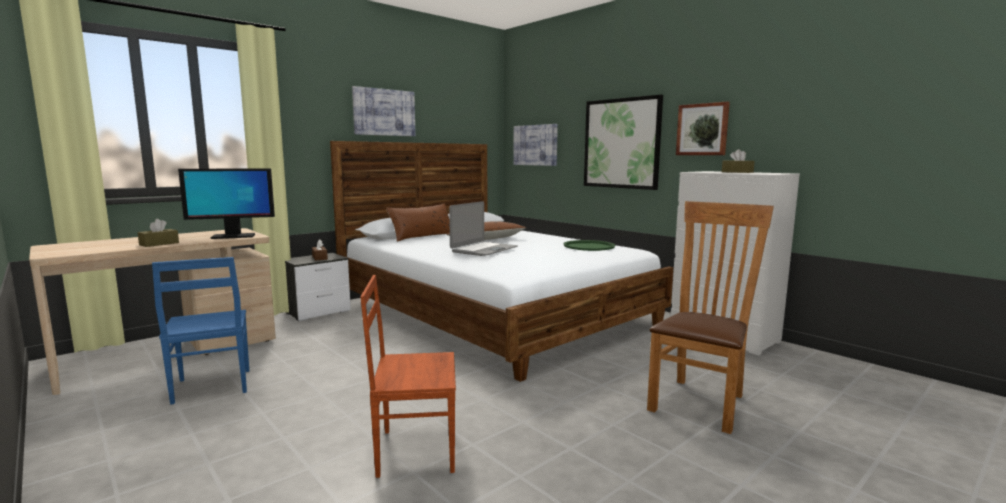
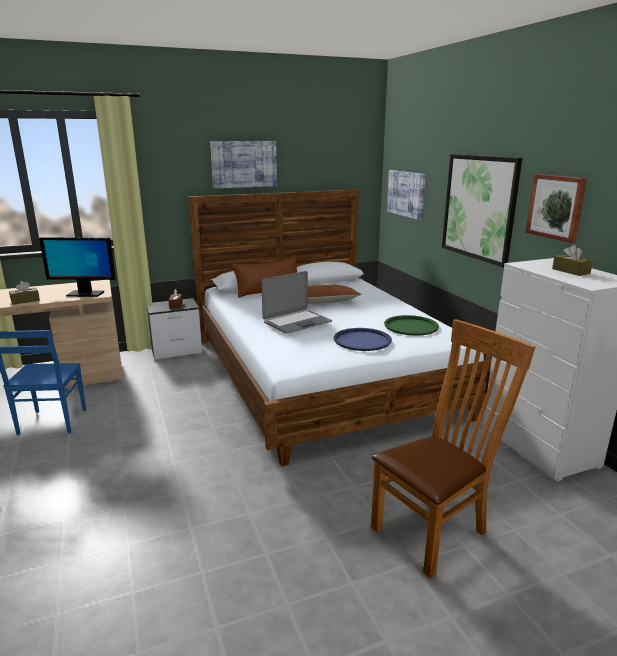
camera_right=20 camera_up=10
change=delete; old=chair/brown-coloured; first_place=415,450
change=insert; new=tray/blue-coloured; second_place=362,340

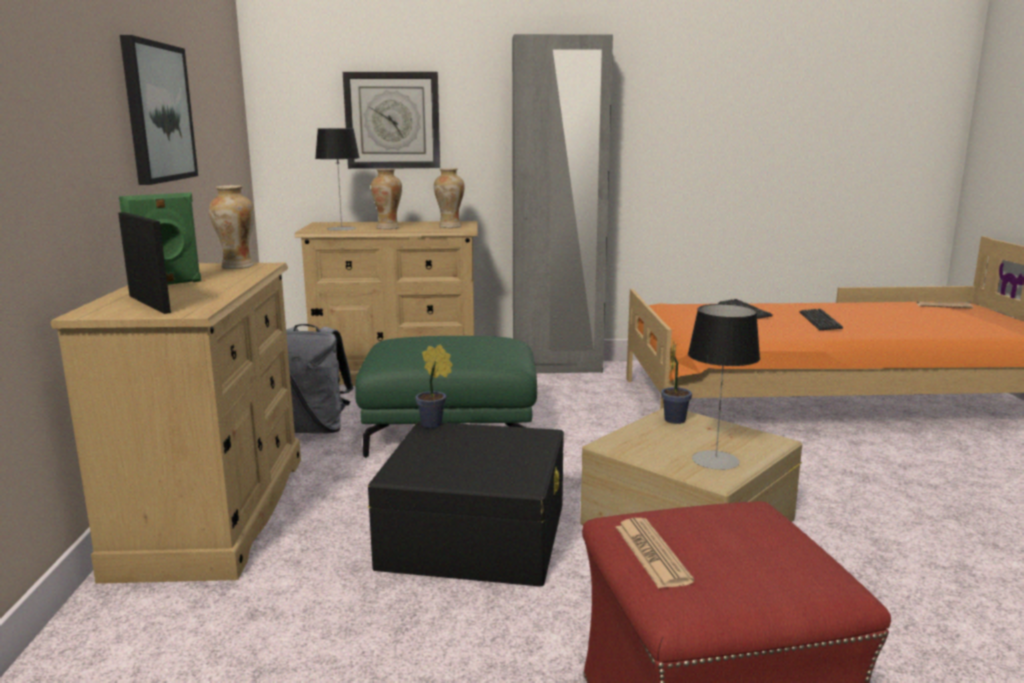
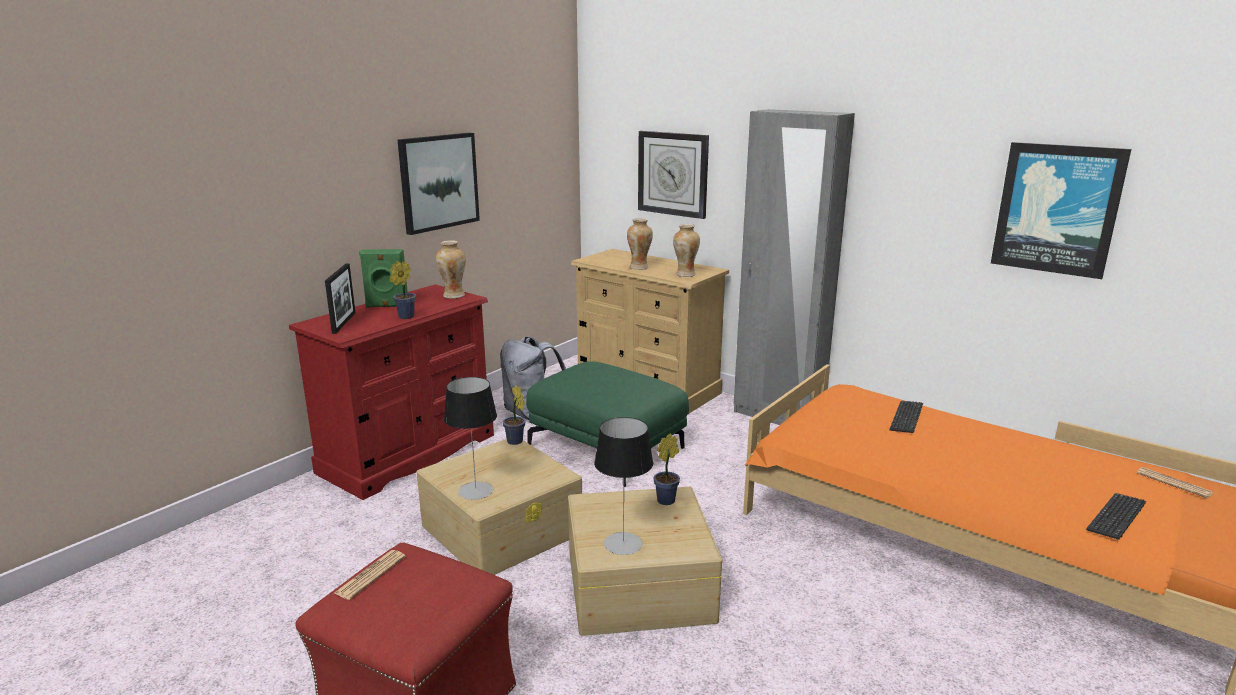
camera_right=40 camera_up=5
change=recolor; old=drawer chest/sand-coloured; new=drawer chest/red; first_place=215,512; second_place=408,453
change=move; old=tabletop lamp; first_place=341,229; second_place=475,491
change=recolor; old=storage box/blackish; new=storage box/sand-coloured; first_place=475,533; second_place=503,528
change=move; old=keyboard; first_place=820,321; second_place=1116,517
change=insert; new=potted plant; second_place=404,317
change=insert; new=wall art; second_place=1057,209

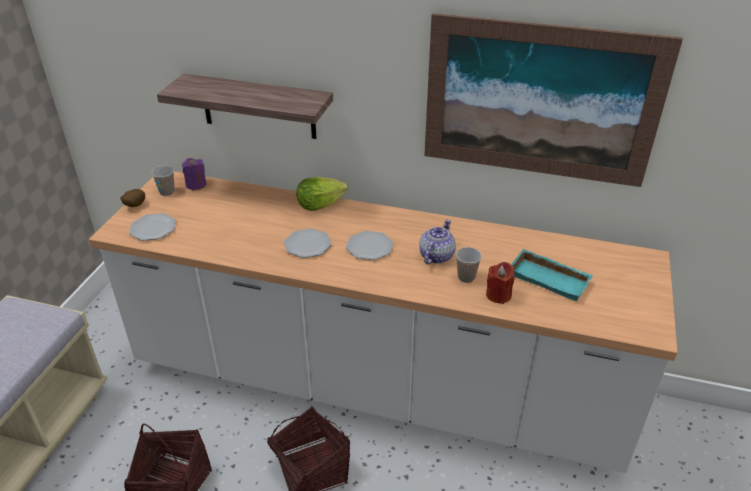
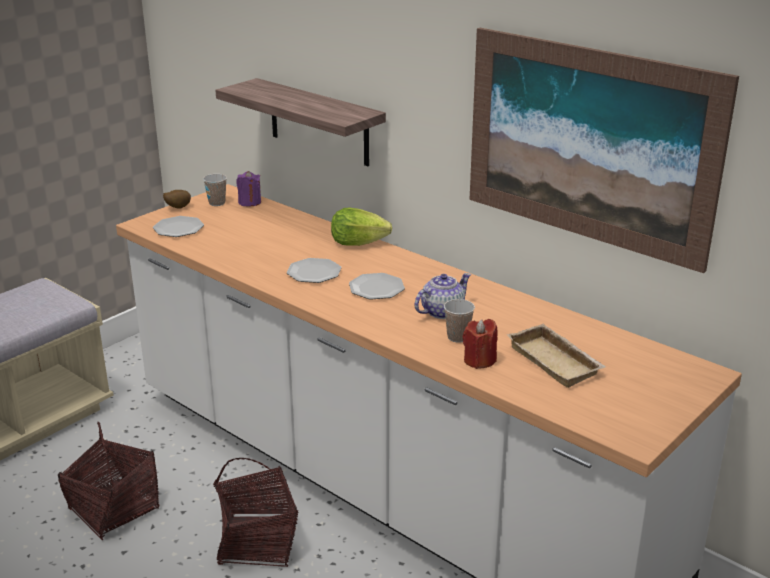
camera_right=25 camera_up=-10
change=recolor; old=tray/blue-green; new=tray/sand-coloured; first_place=550,278; second_place=557,361

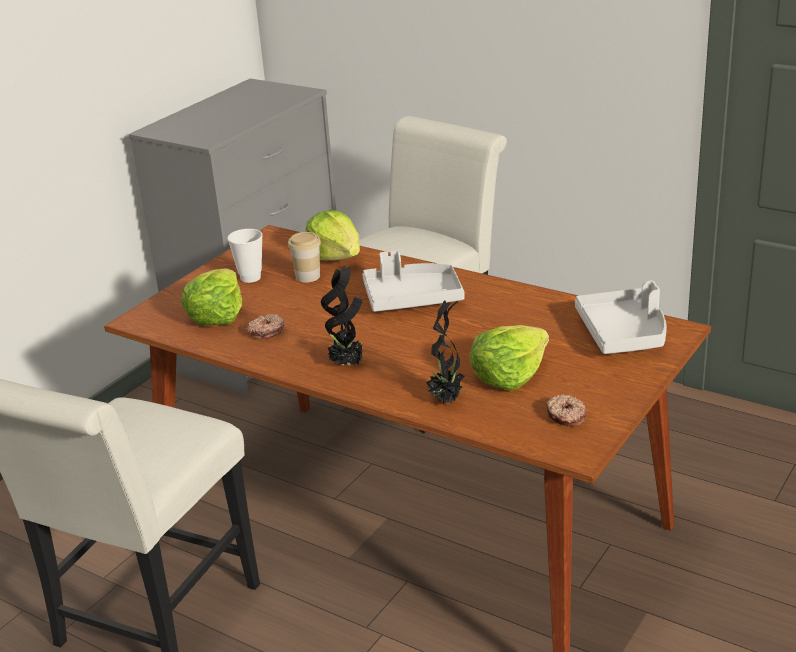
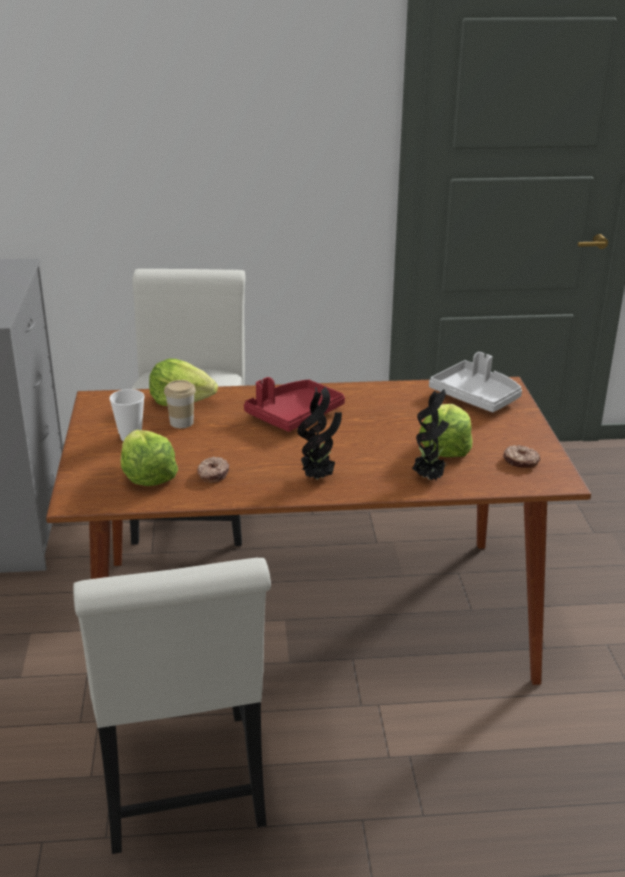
camera_right=-40 camera_up=0
change=recolor; old=tray/gray; new=tray/red; first_place=412,298; second_place=294,415

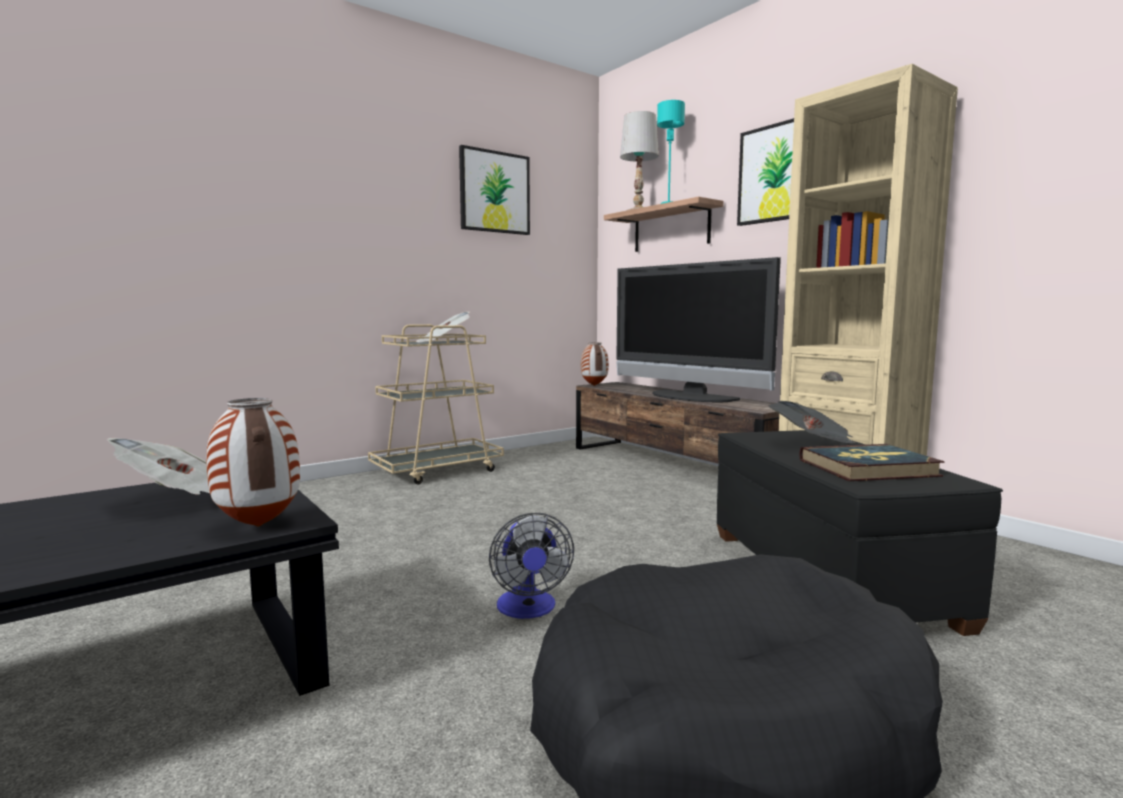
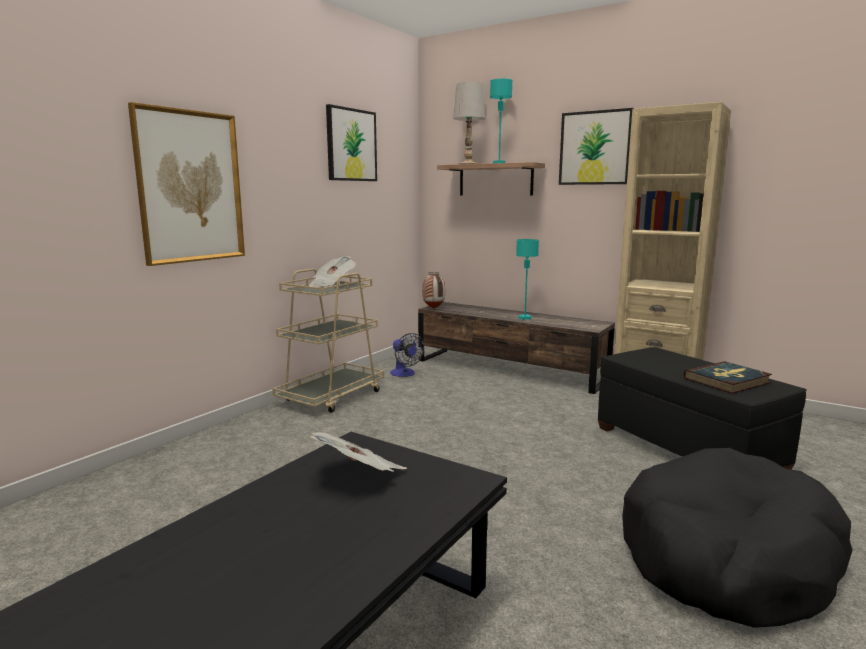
camera_right=-20 camera_up=5
change=delete; old=decorative vase; first_place=257,526
change=move; old=electric fan; first_place=528,609; second_place=405,374
change=replace; old=television; new=tabletop lamp/blue-green; first_place=689,397; second_place=525,318
change=delete; old=printed paper; first_place=813,445
change=insert; new=wall art; second_place=190,187

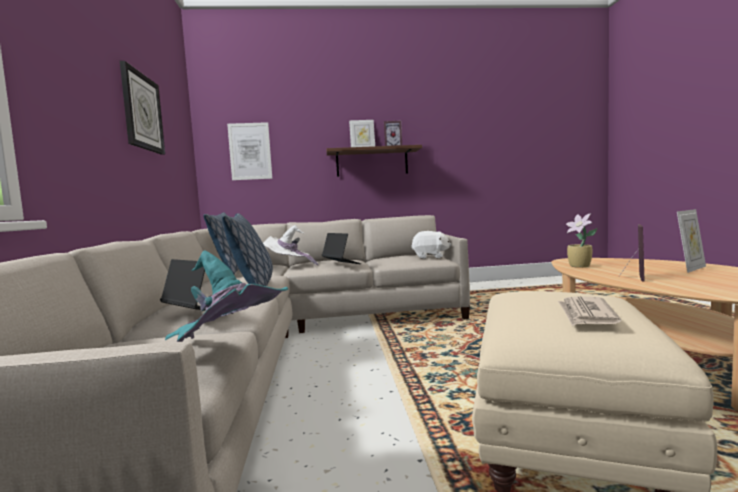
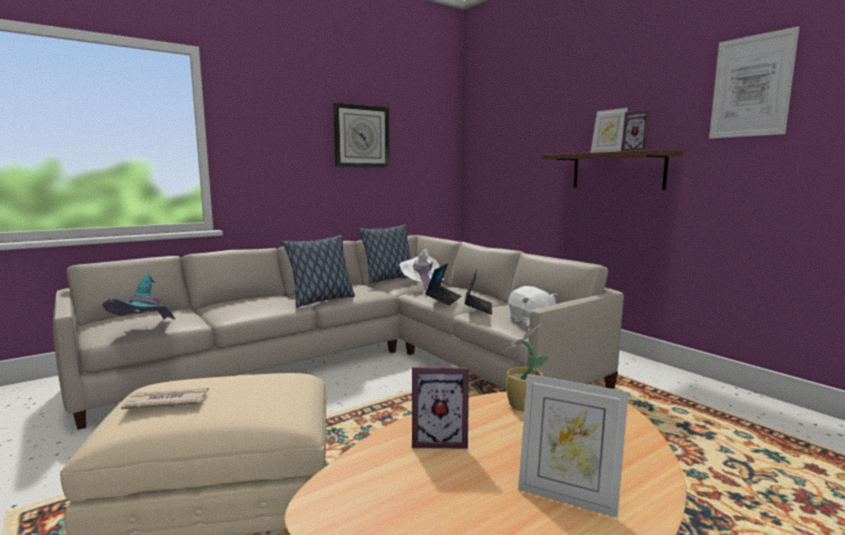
camera_right=60 camera_up=5
change=move; old=notebook computer; first_place=197,314; second_place=478,308
change=move; old=wall art; first_place=250,151; second_place=751,86

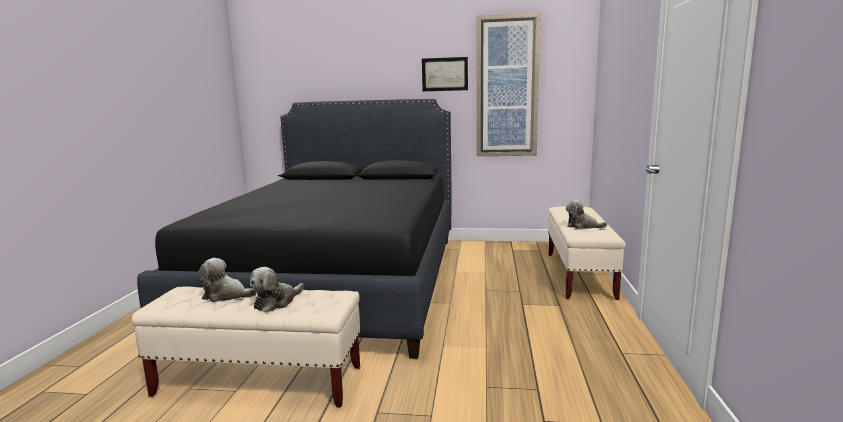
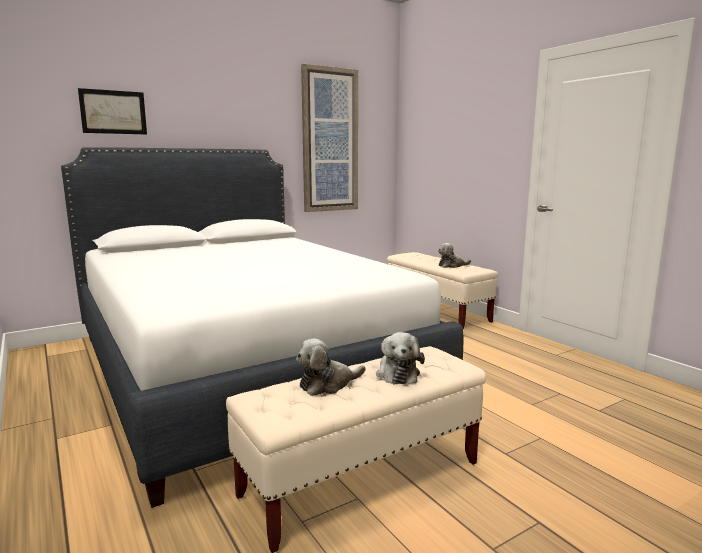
camera_right=-40 camera_up=0
change=recolor; old=bedroom bed/blackish; new=bedroom bed/white; first_place=339,281; second_place=243,366
change=move; old=wall art; first_place=444,74; second_place=113,112

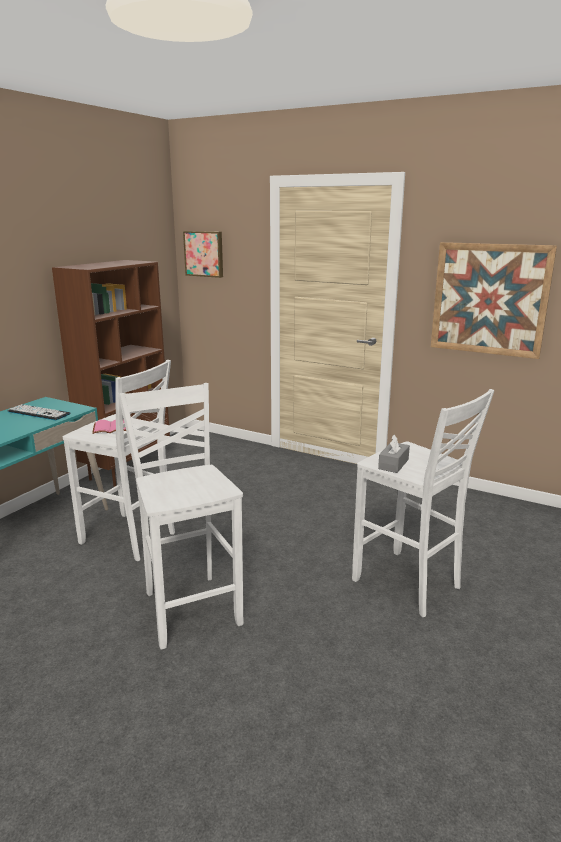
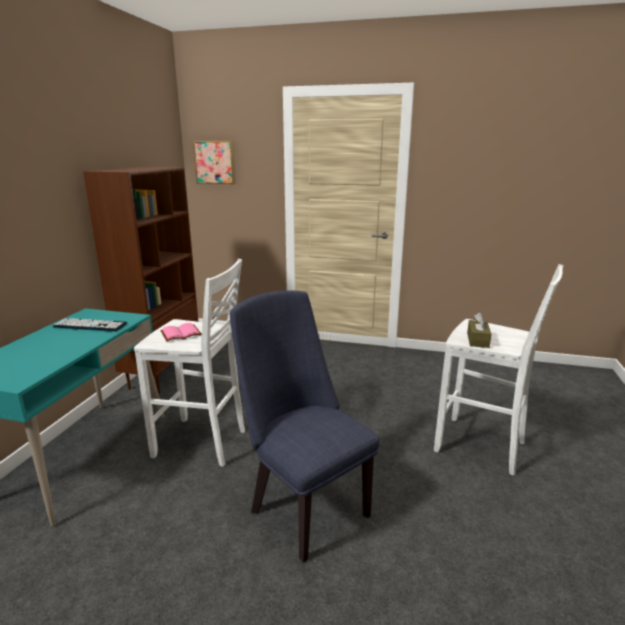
camera_right=-15 camera_up=0
change=replace; old=sitting stool/white; new=chair/blue-coloured; first_place=190,607; second_place=304,506
change=recolor; old=tissue holder/gray; new=tissue holder/brown-coloured; first_place=393,464; second_place=477,340
change=delete; old=wall art; first_place=489,299

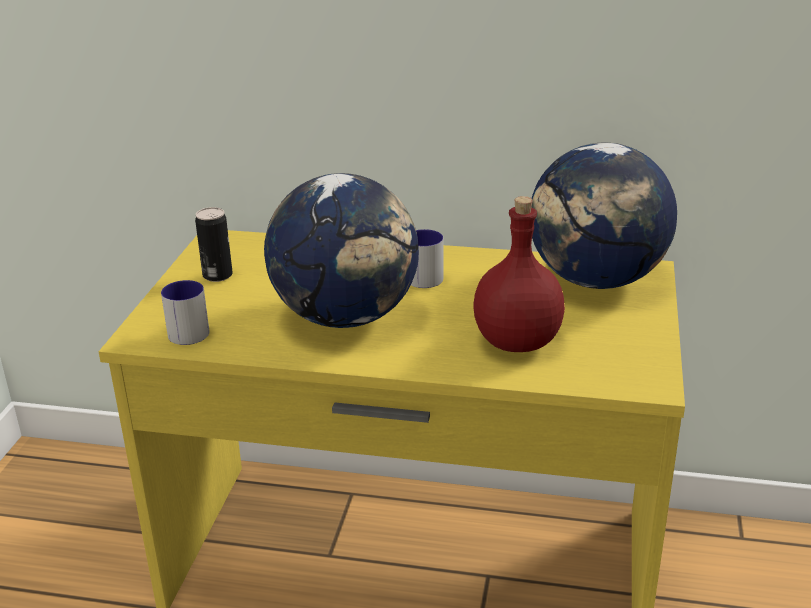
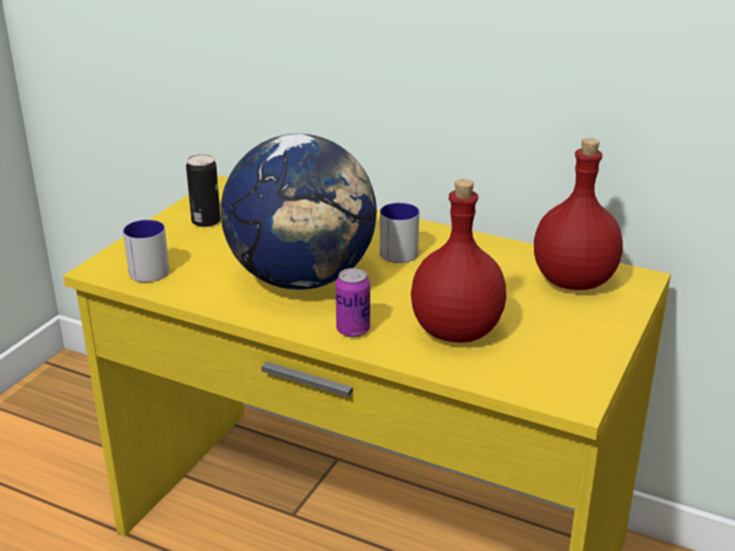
camera_right=15 camera_up=0
change=replace; old=globe; new=bottle/red; first_place=596,280; second_place=575,281
change=insert; new=metal can; second_place=353,330

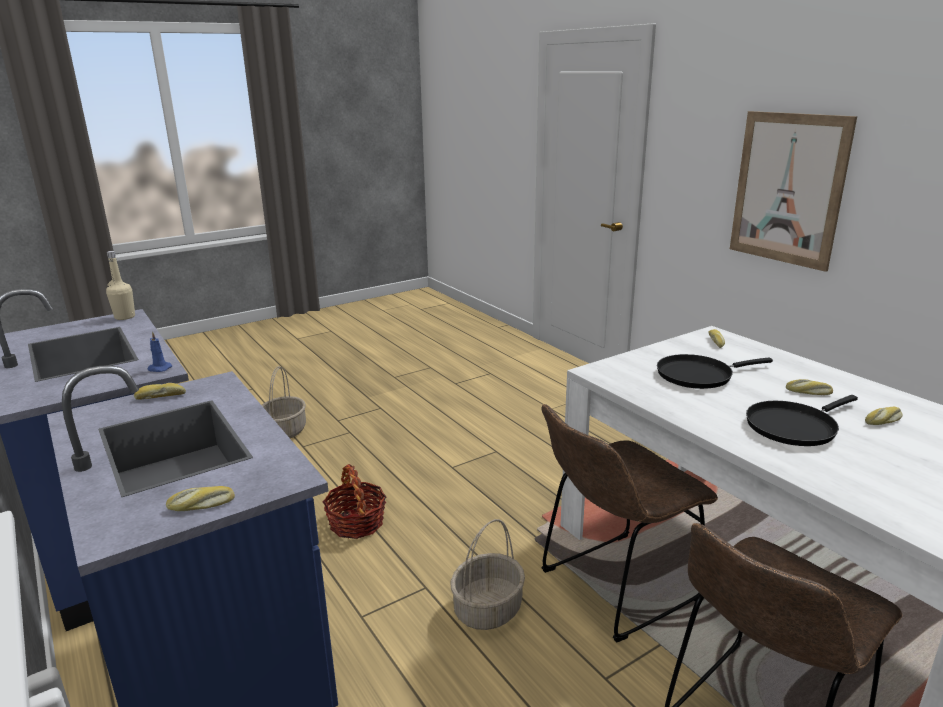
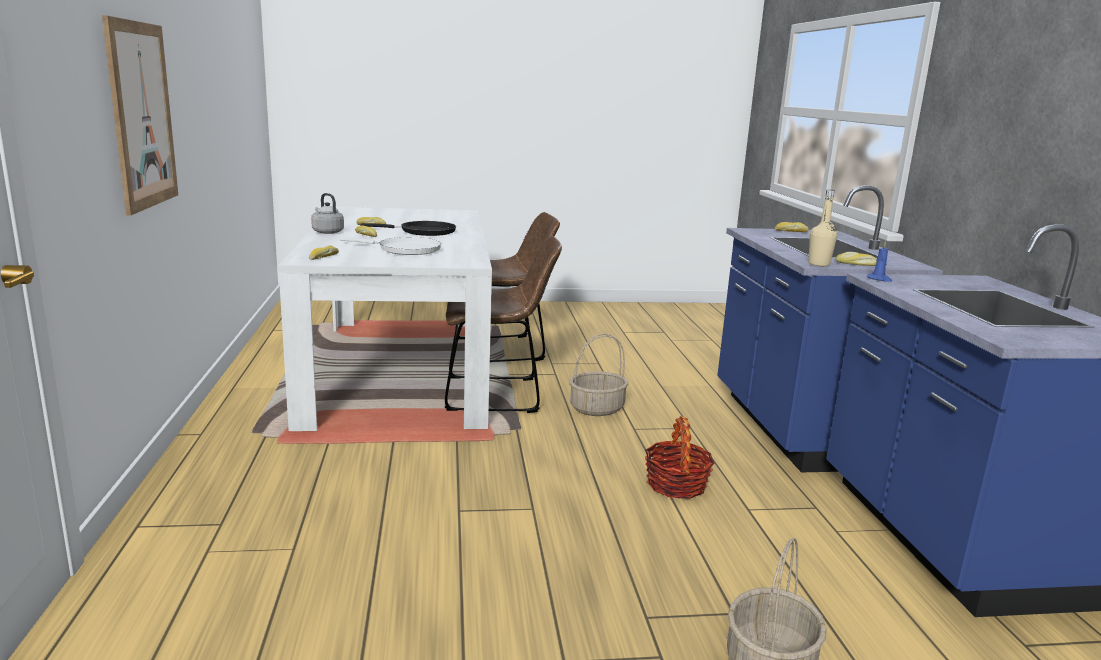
camera_right=-155 camera_up=-5
change=move; old=bottle/sand-coloured; first_place=125,317; second_place=818,264
change=recolor; old=frying pan/blackish; new=frying pan/white; first_place=698,375; second_place=405,250
change=insert; new=water kettle/gray; second_place=327,232

